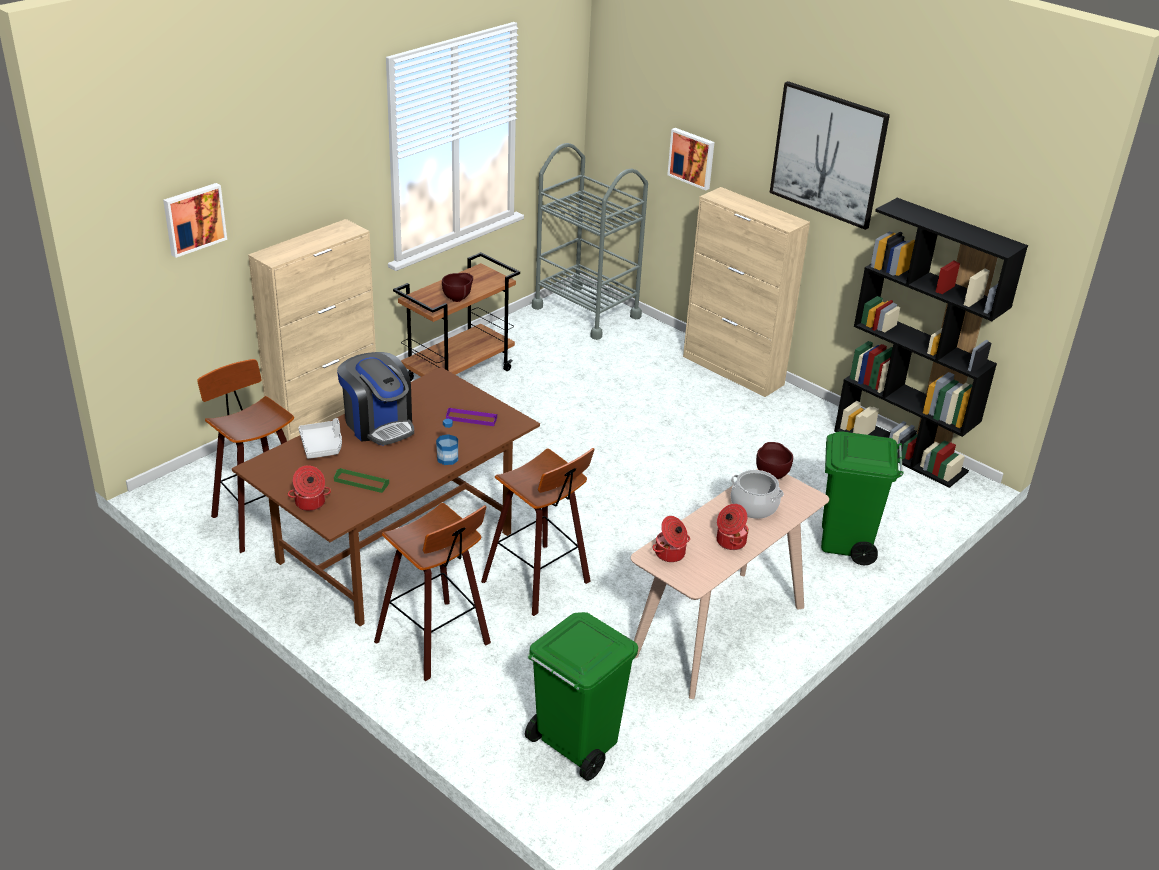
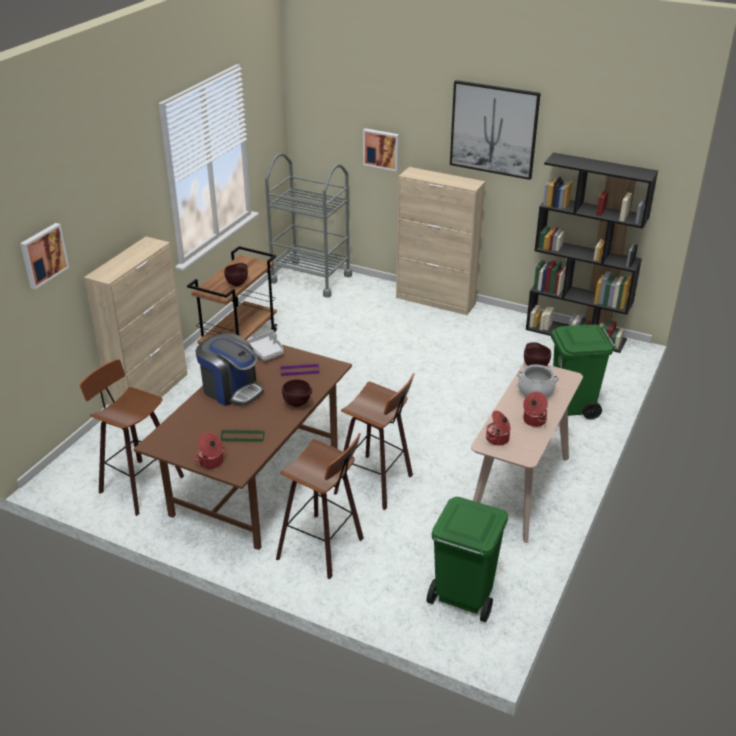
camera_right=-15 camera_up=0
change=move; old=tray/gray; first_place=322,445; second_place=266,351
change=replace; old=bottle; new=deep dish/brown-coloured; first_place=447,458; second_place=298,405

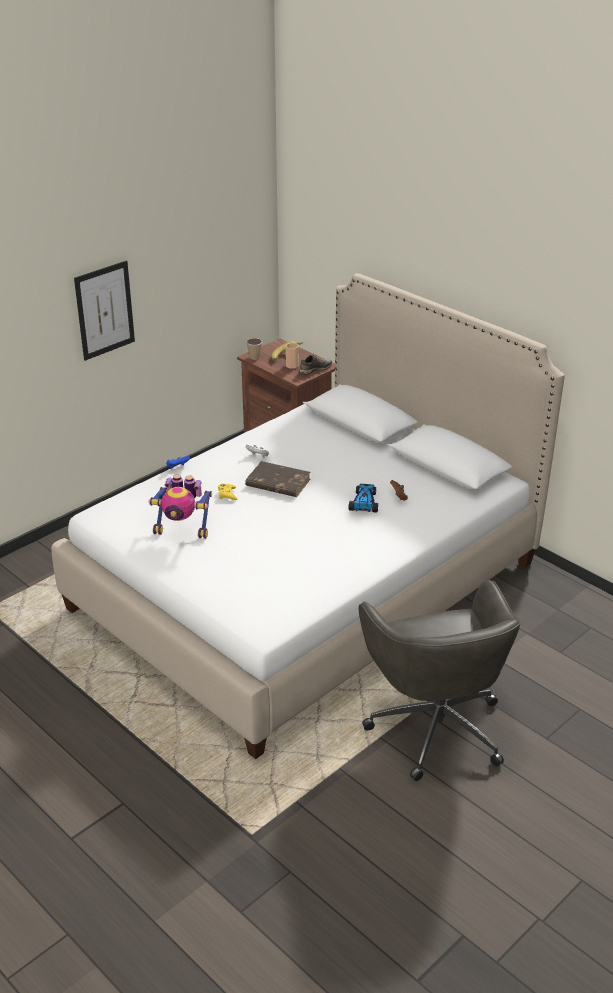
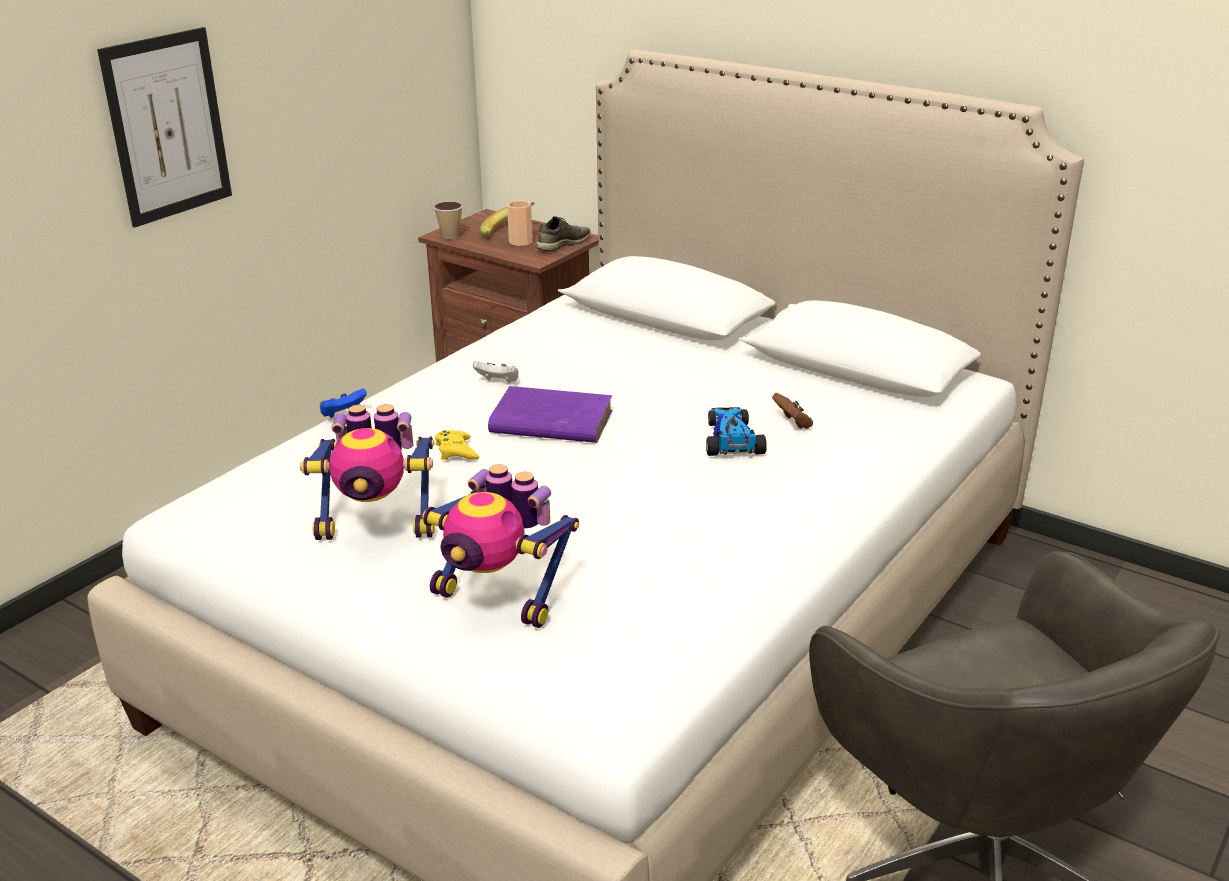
camera_right=-10 camera_up=-5
change=recolor; old=volume/brown-coloured; new=volume/purple; first_place=277,483; second_place=550,422
change=insert; new=model robot; second_place=499,599

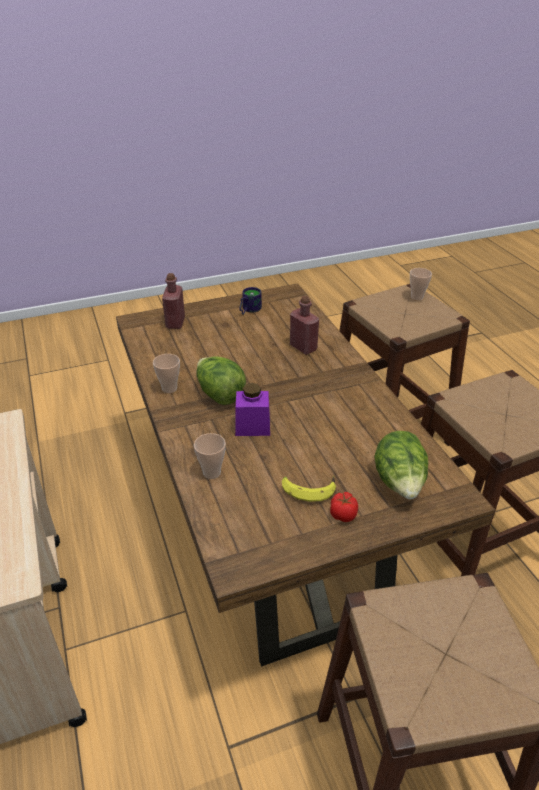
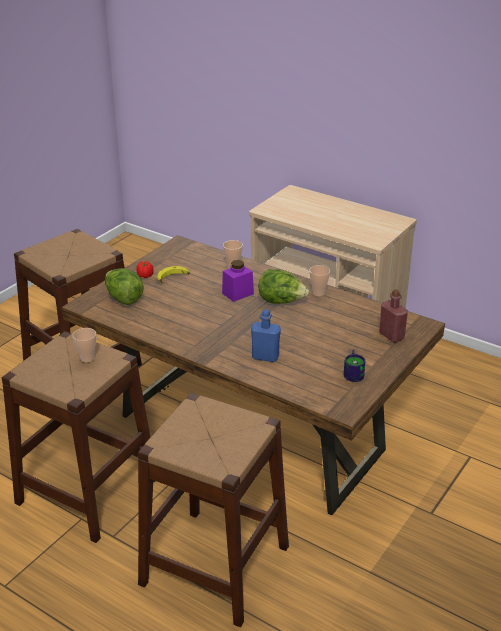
camera_right=145 camera_up=-5
change=recolor; old=bottle/red; new=bottle/blue-coloured; first_place=303,347; second_place=265,357
change=move; old=small cup; first_place=417,297; second_place=87,358

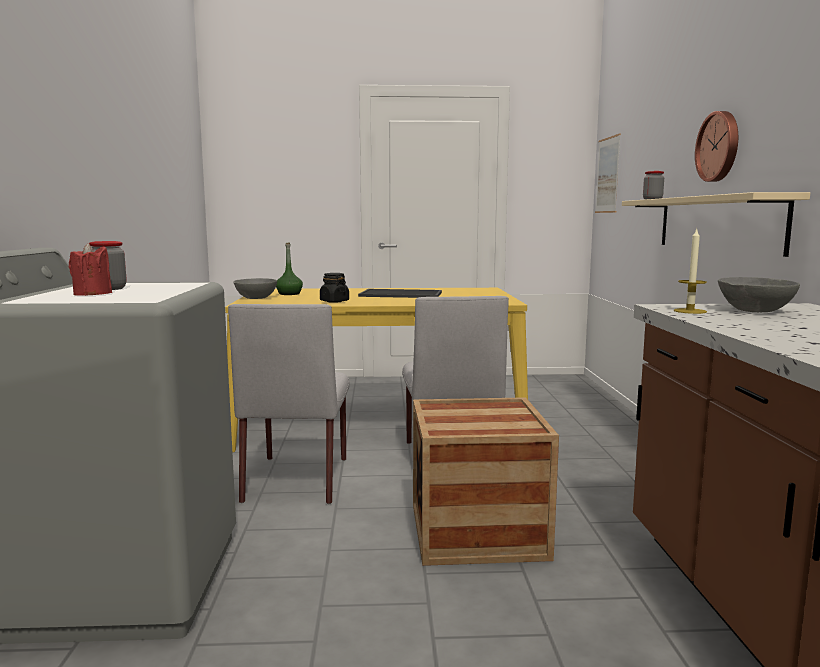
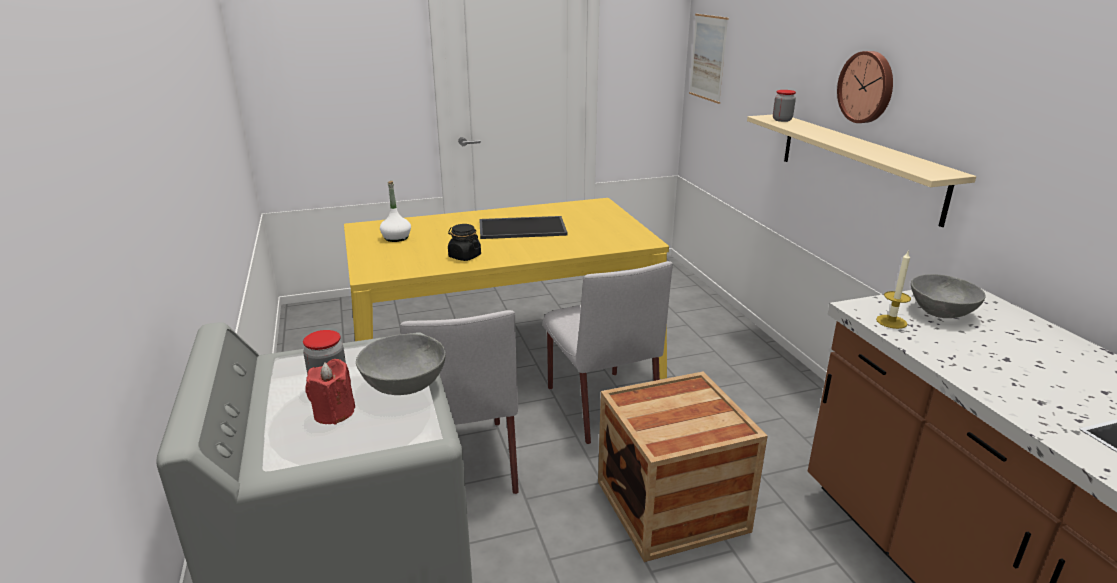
camera_right=-15 camera_up=15
change=move; old=deep dish/gray; first_place=256,298; second_place=405,385
change=recolor; old=bottle/green; new=bottle/white; first_place=289,294; second_place=396,238

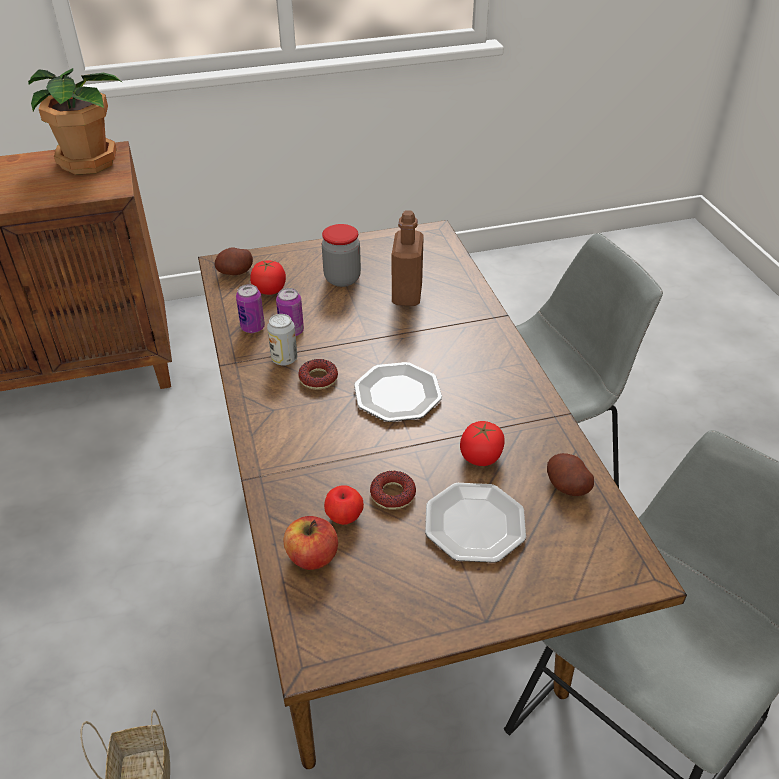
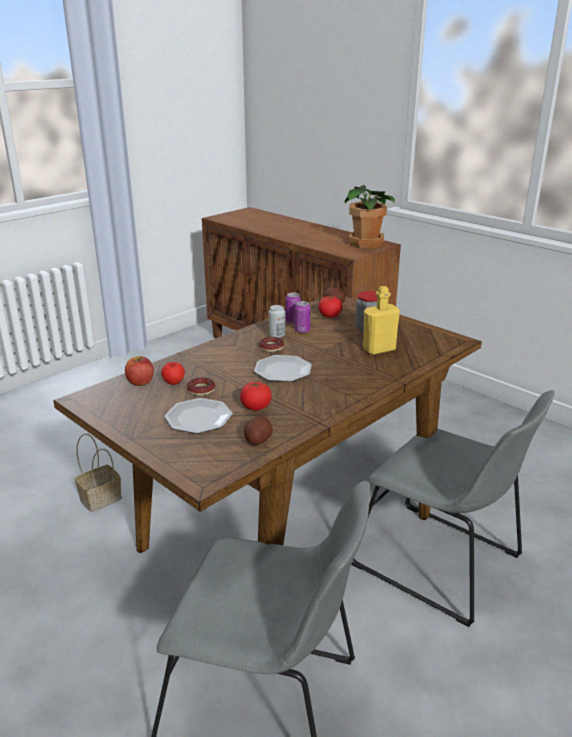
camera_right=60 camera_up=-15
change=recolor; old=bottle/brown-coloured; new=bottle/yellow-coloured; first_place=407,294; second_place=379,349

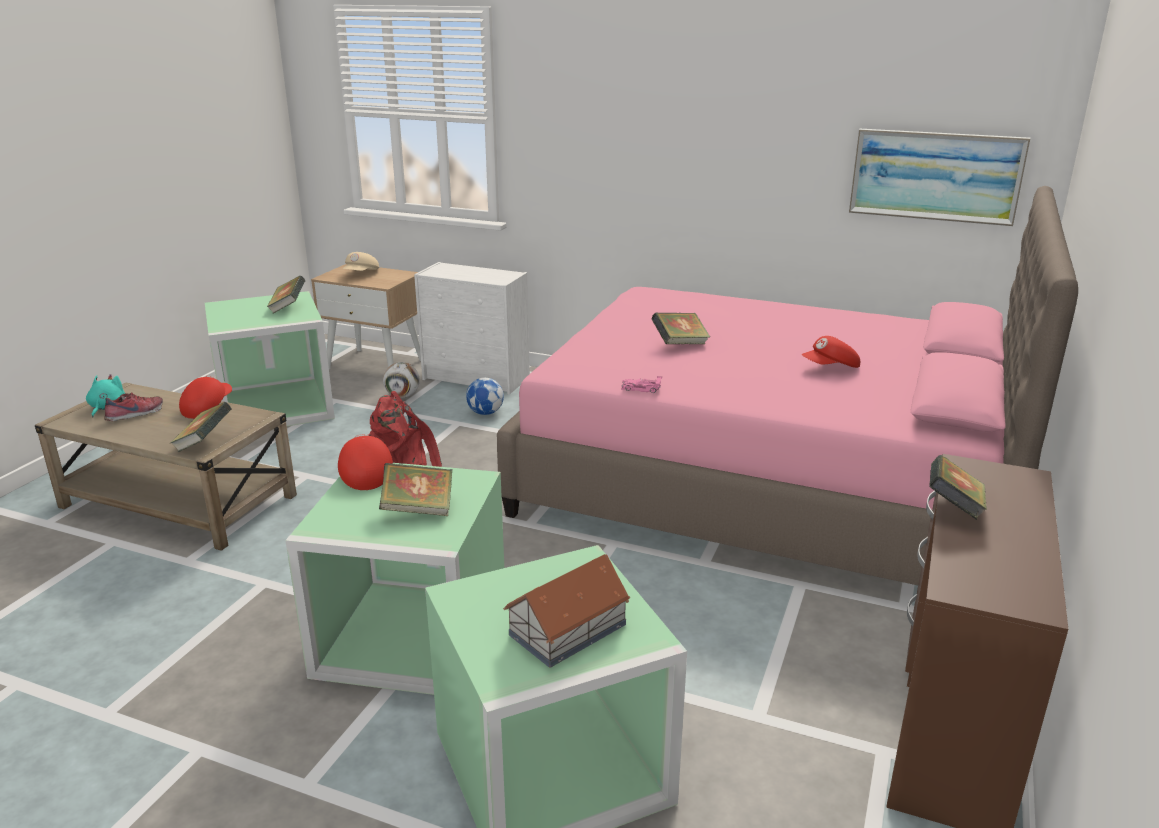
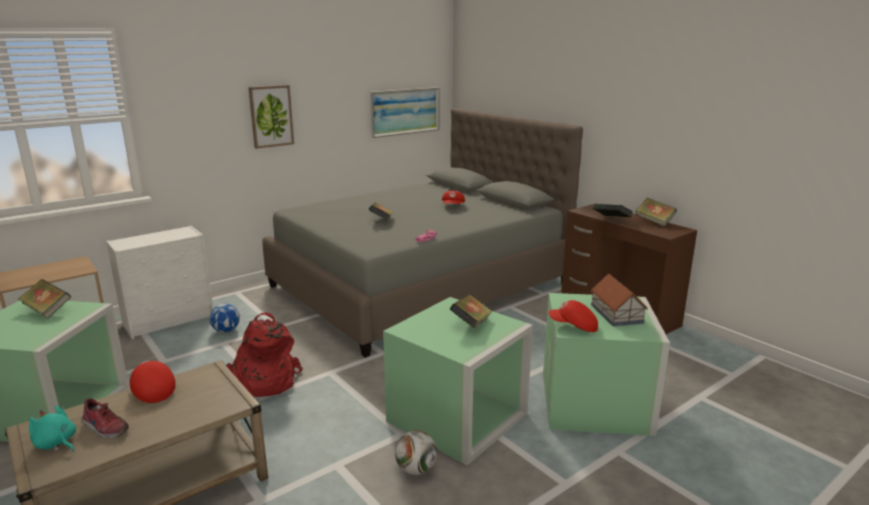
camera_right=-60 camera_up=-5
change=rotate; old=item of footwear; first_place=135,415; second_place=104,428; degrees=135
change=move; old=volume; first_place=204,443; second_place=654,222
change=move; old=peaked cap/red; first_place=365,474; second_place=573,327
change=delete; old=peaked cap/sand-coloured; first_place=361,274
change=move; old=football; first_place=402,396; second_place=416,469
change=recolor; old=bedroom bed/pink-coloured; new=bedroom bed/gray; first_place=767,481; second_place=420,284
change=insert; new=wall art; second_place=271,116

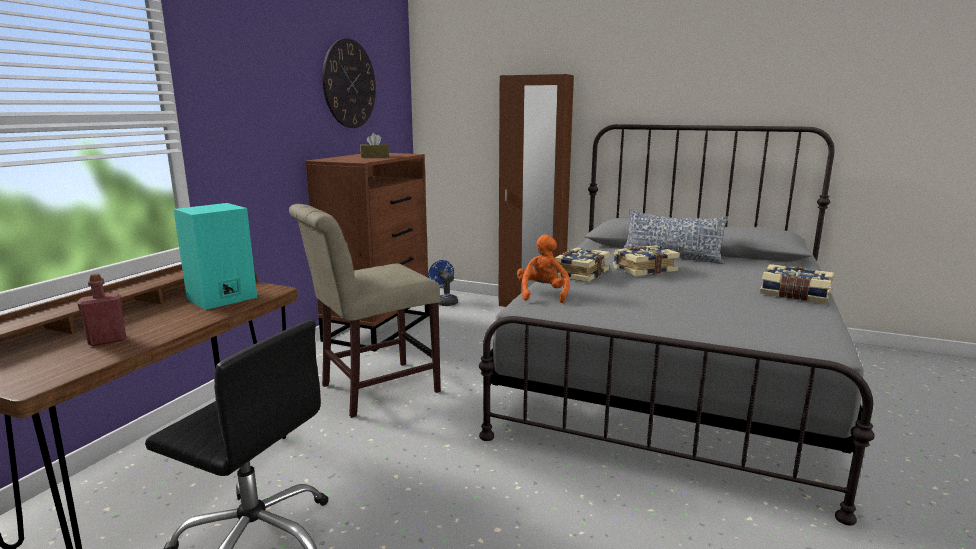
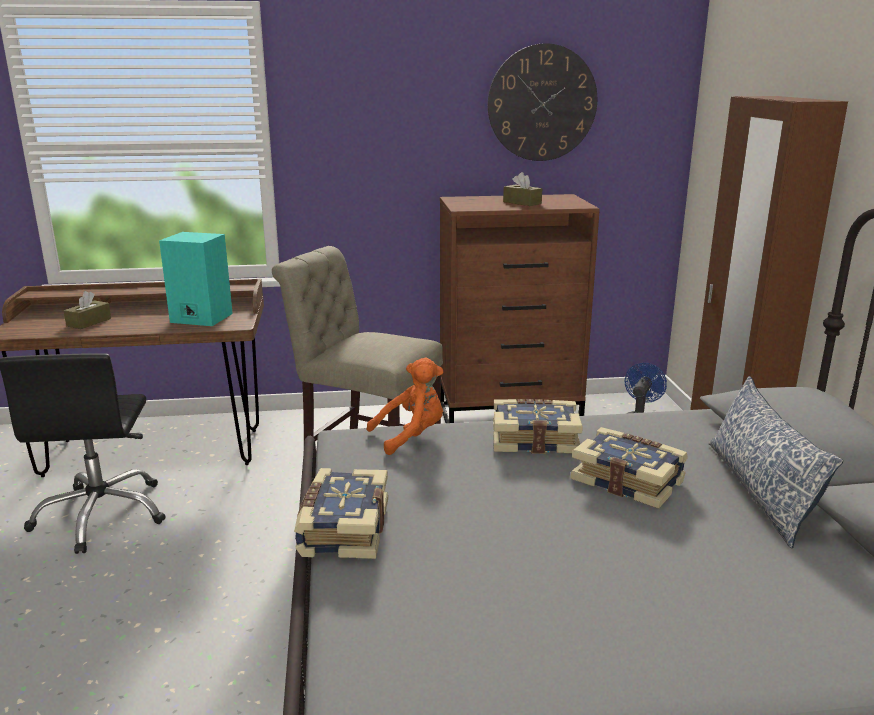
camera_right=60 camera_up=5
change=replace; old=bottle/red; new=tissue holder/brown-coloured; first_place=107,341; second_place=89,322
change=move; old=volume; first_place=794,295; second_place=342,529

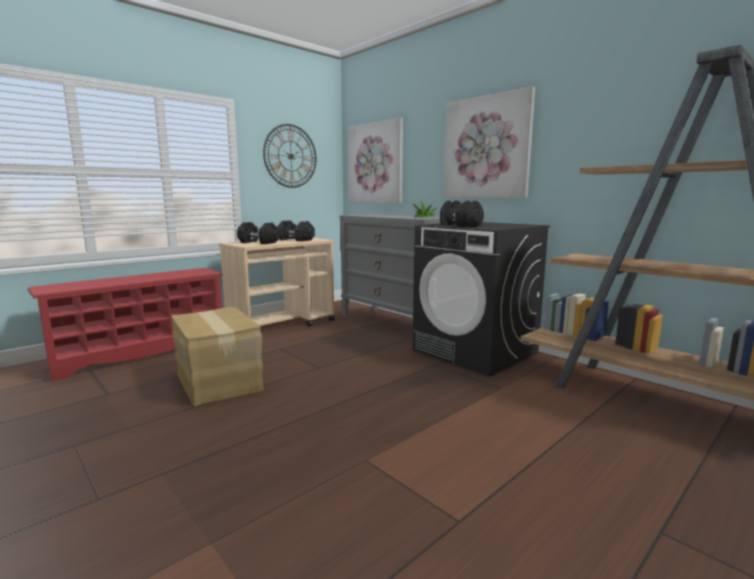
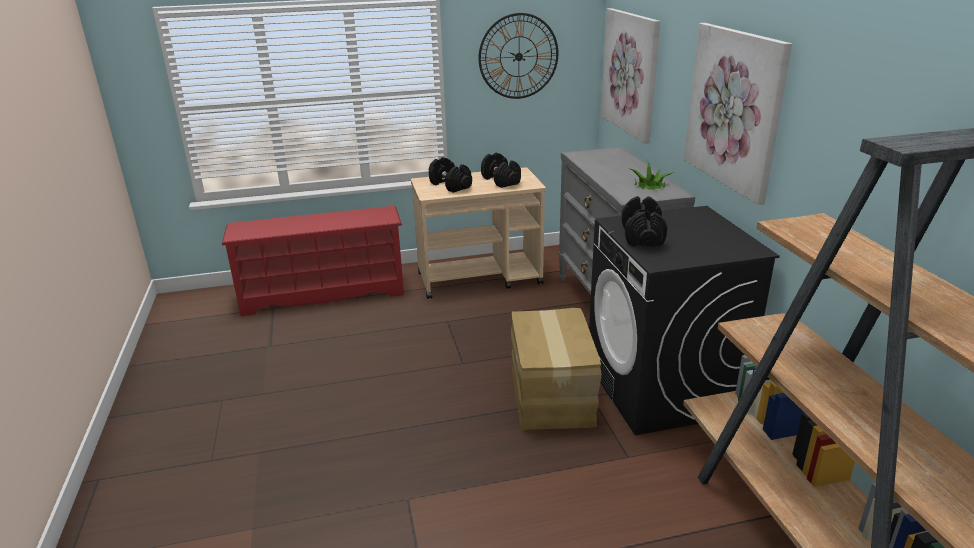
camera_right=30 camera_up=15
change=move; old=packing box; first_place=220,380; second_place=553,396

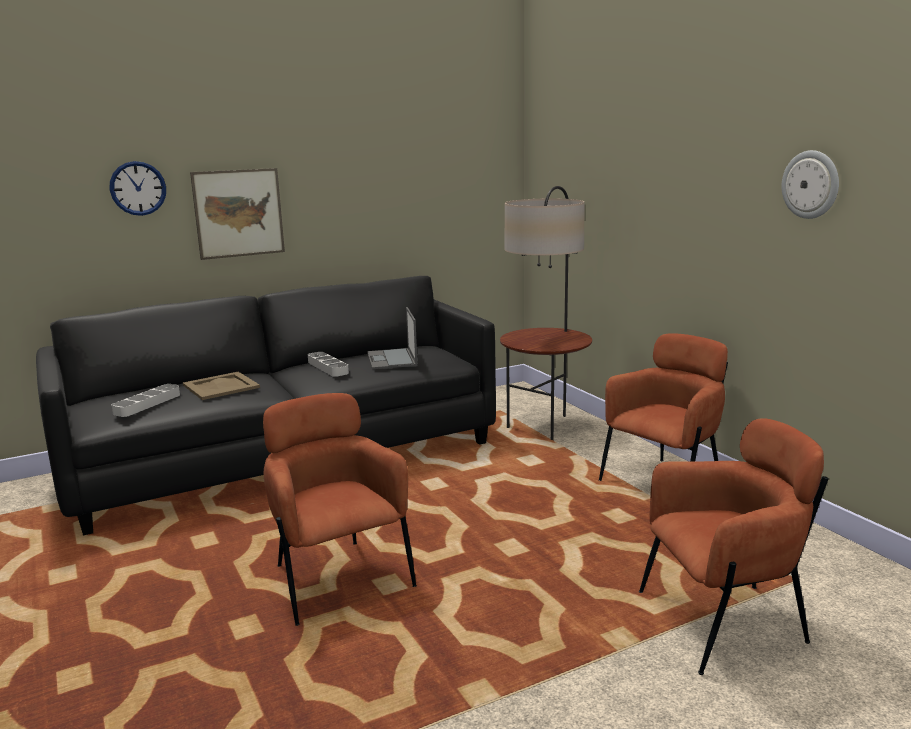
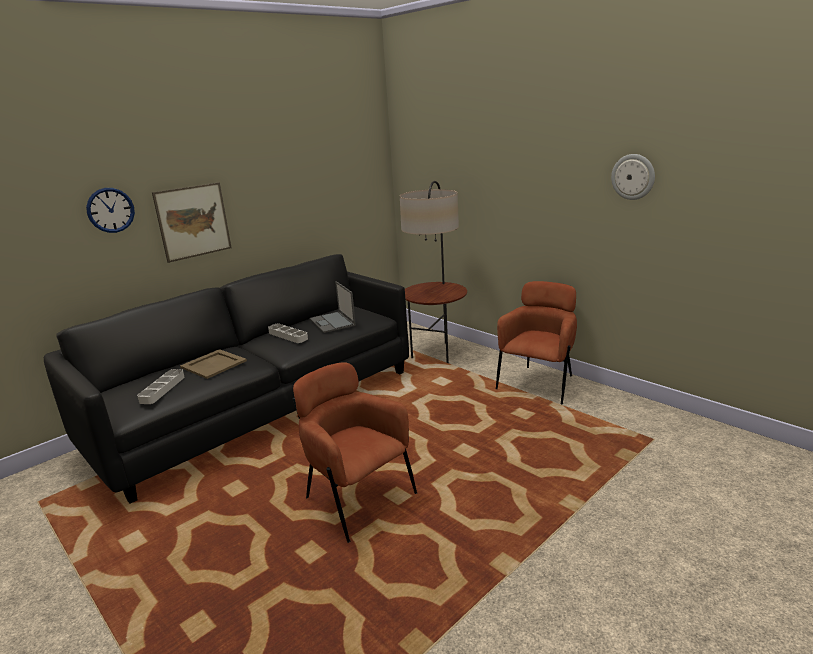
camera_right=-15 camera_up=5
change=delete; old=lounge chair/brown-coloured; first_place=724,622

